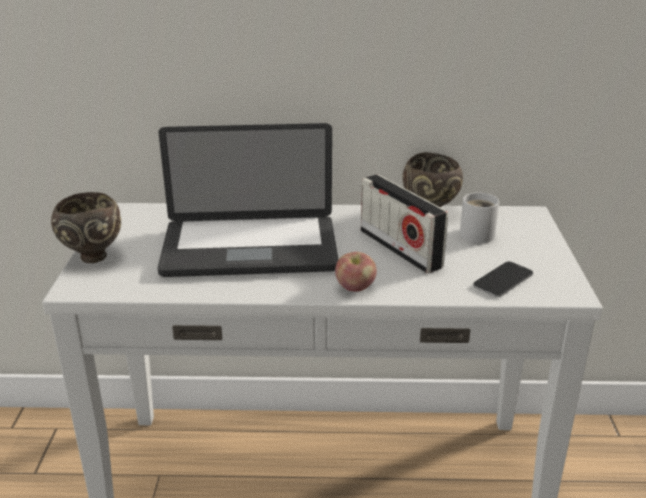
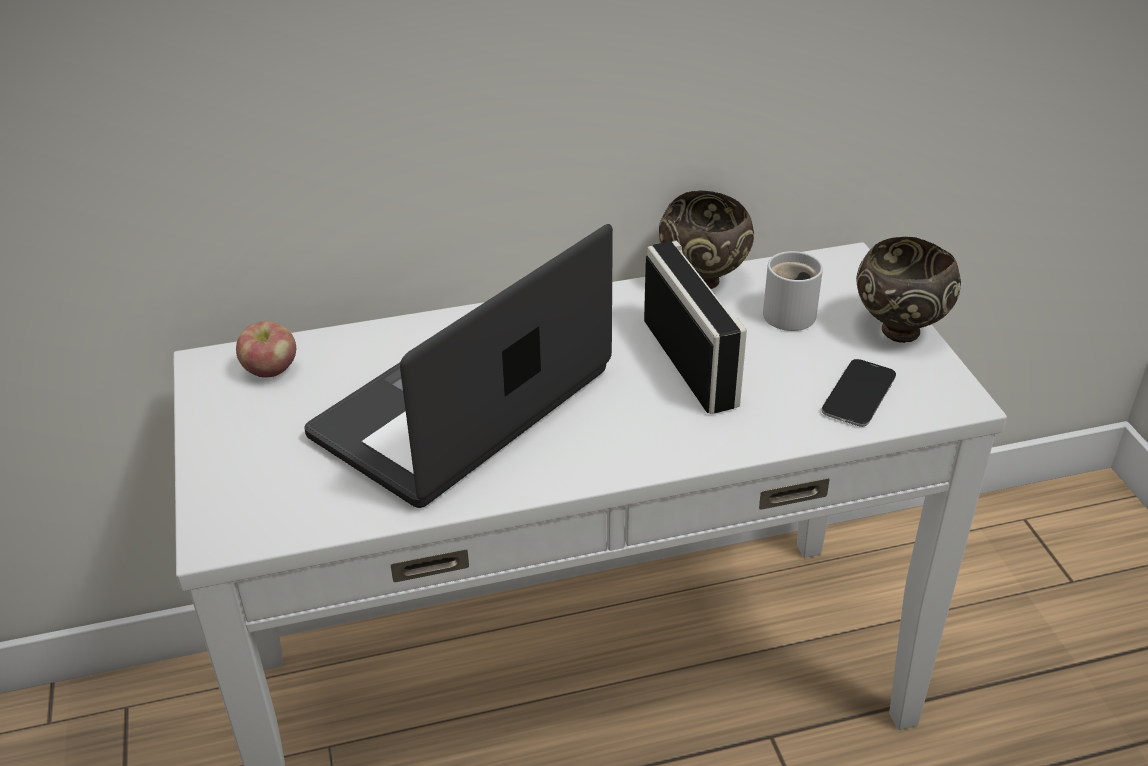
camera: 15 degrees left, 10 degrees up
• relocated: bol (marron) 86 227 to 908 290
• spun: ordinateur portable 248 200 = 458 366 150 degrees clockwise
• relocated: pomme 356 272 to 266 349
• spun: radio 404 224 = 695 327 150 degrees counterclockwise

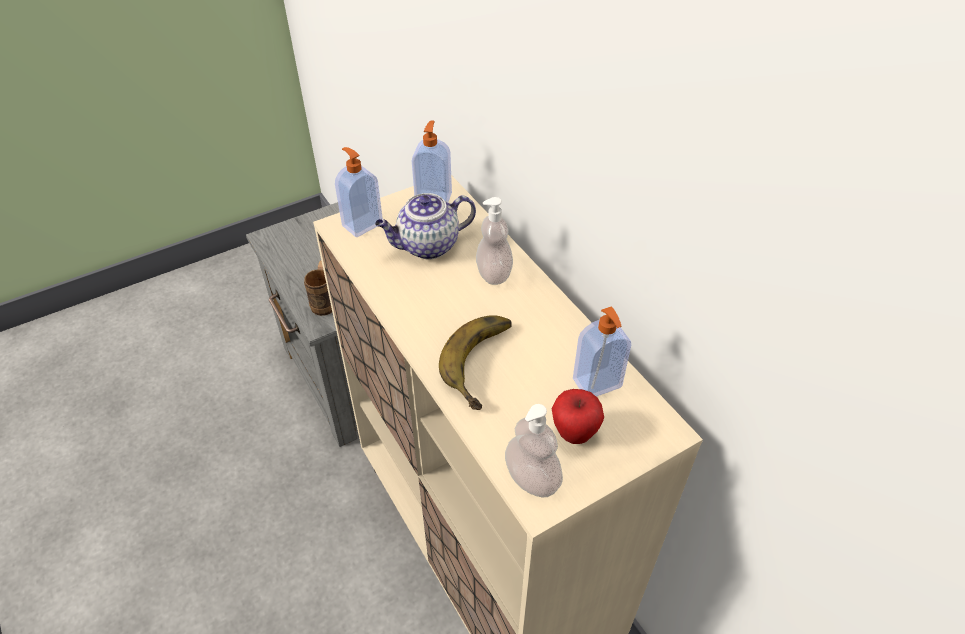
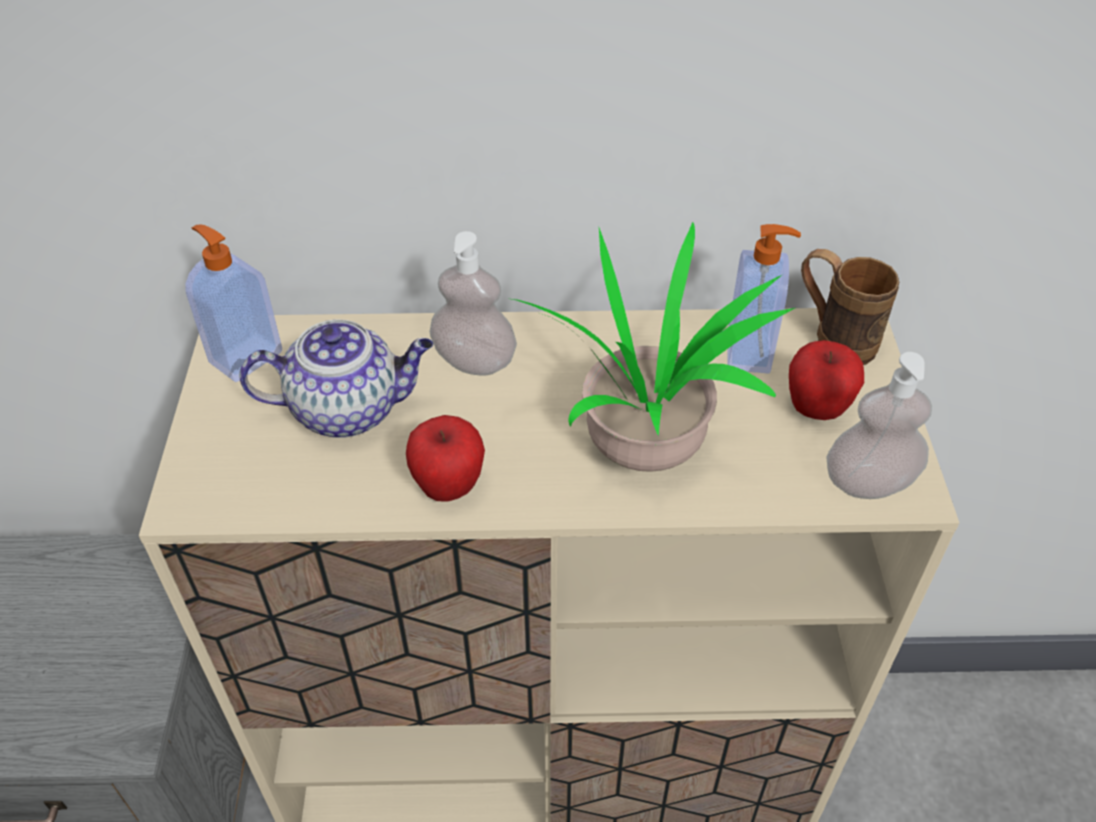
camera: 60 degrees left, 0 degrees up
• relocated: mug (marron) 318 288 to 850 307
• missing: distributeur de savon 359 192
• spun: théière 425 226 = 336 379 105 degrees counterclockwise
• exchanged: banane 475 362 to plante en pot 653 347
• appeared: pomme 445 458

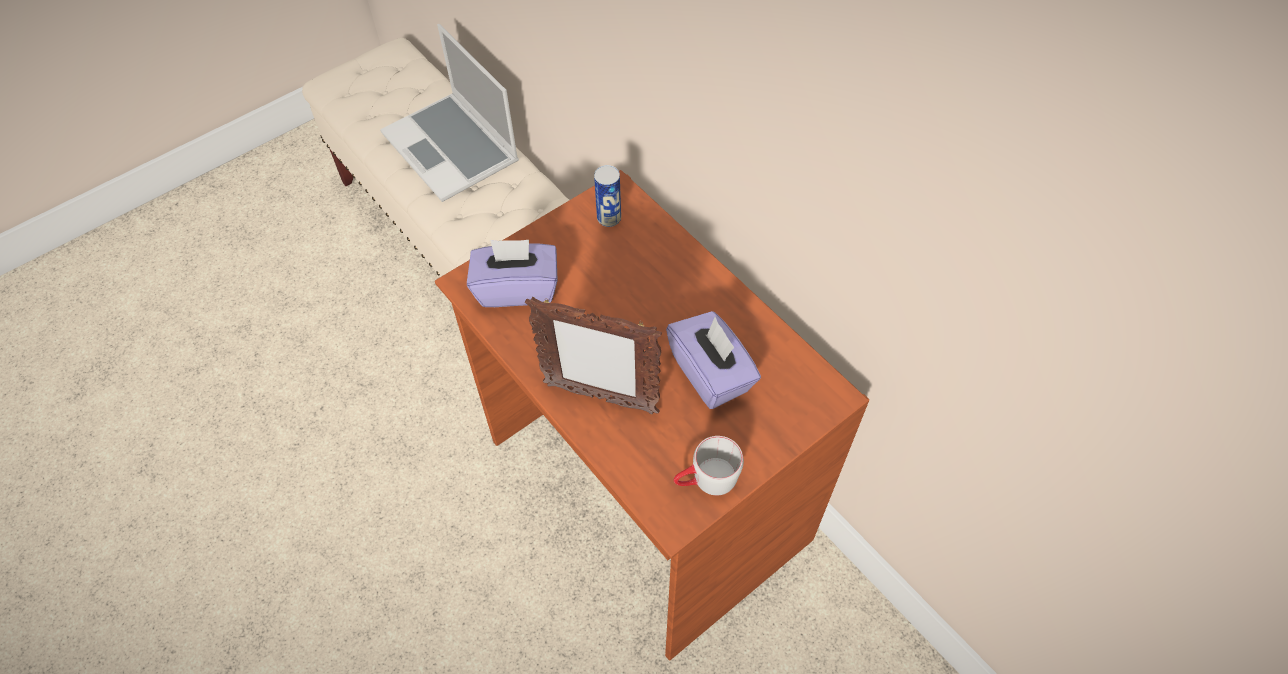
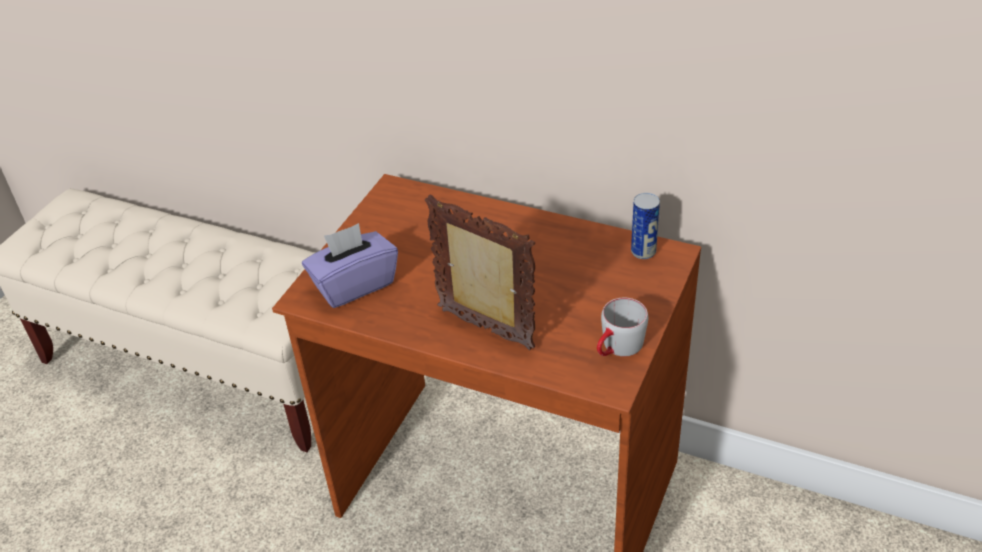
camera: 25 degrees left, 15 degrees down
• missing: ordinateur portable 449 113
• spun: cadre photo 593 356 = 480 272 135 degrees counterclockwise
• relocated: boîte métallique 607 196 to 645 226
• missing: boîte à mouchoirs (violet) 713 360

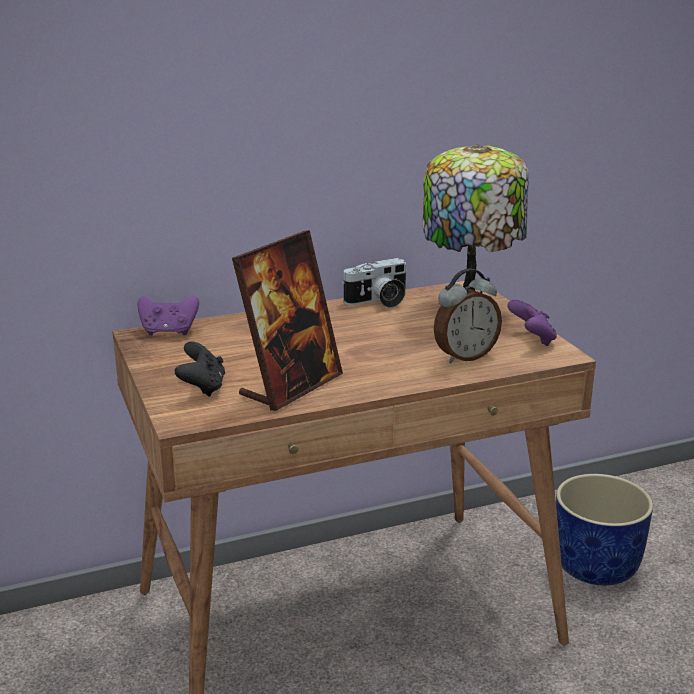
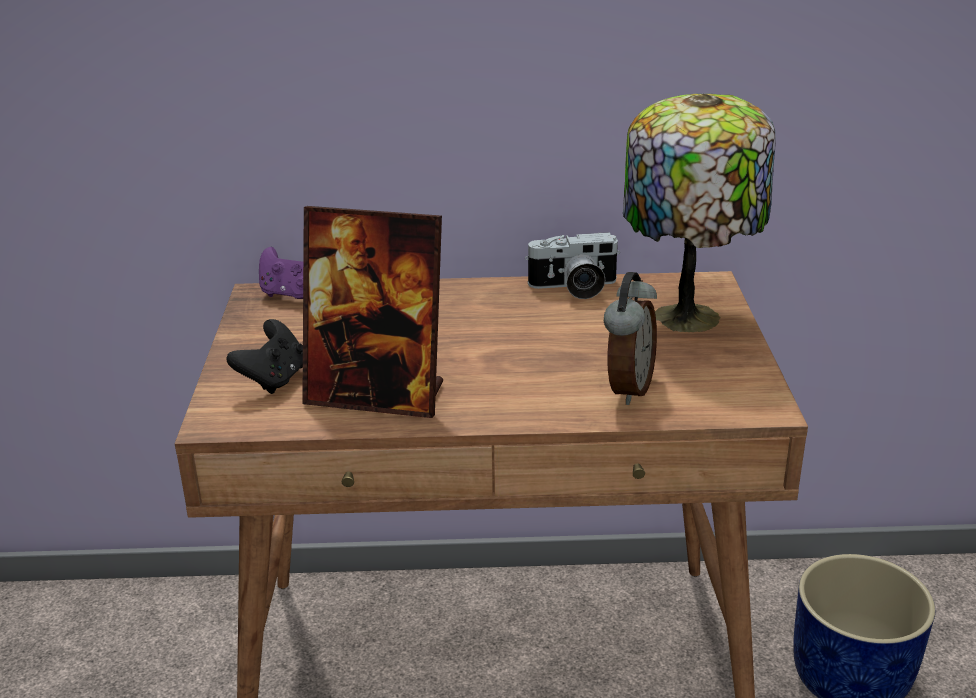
camera: 20 degrees right, 5 degrees up
• spun: cadre photo 287 320 = 372 312 45 degrees clockwise
• spun: réveil 468 315 = 630 338 60 degrees counterclockwise
• missing: manette (violet) 532 322

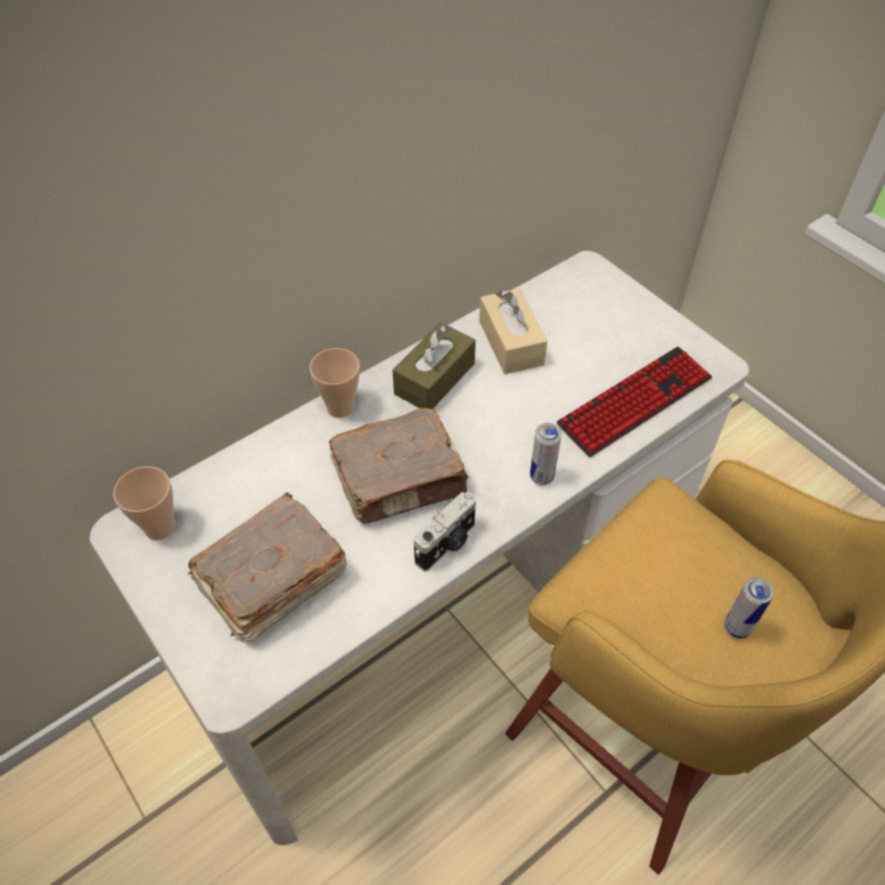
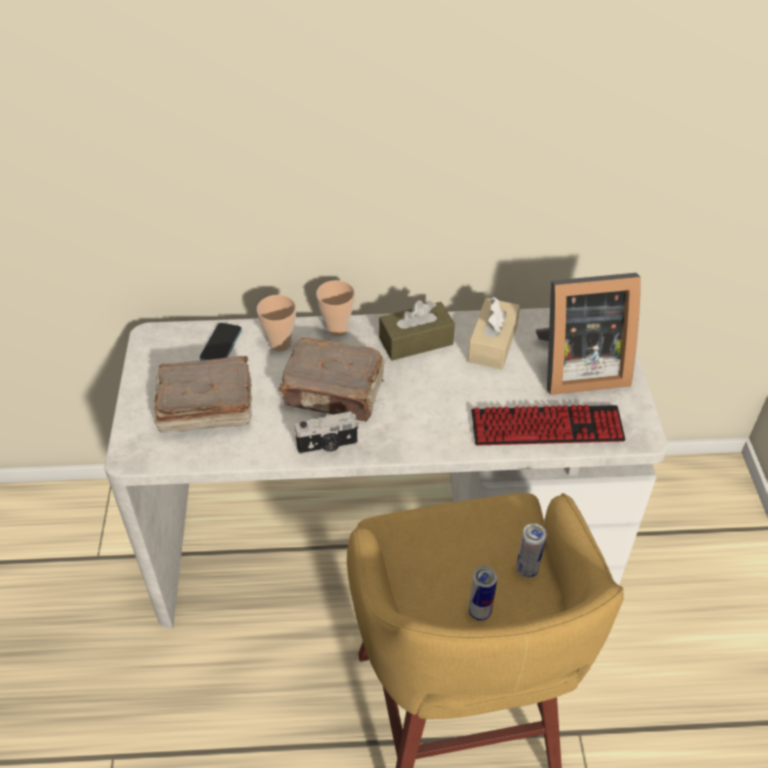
camera: 35 degrees right, 5 degrees down
• relocated: tasse 144 503 to 276 323
• relocated: boîte métallique 546 454 to 531 550
• appeared: téléphone 221 342
• appeared: cadre photo 588 334

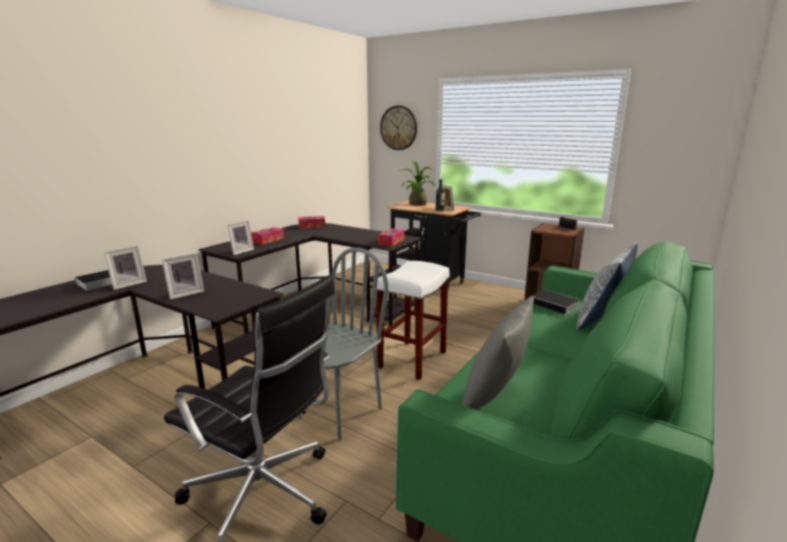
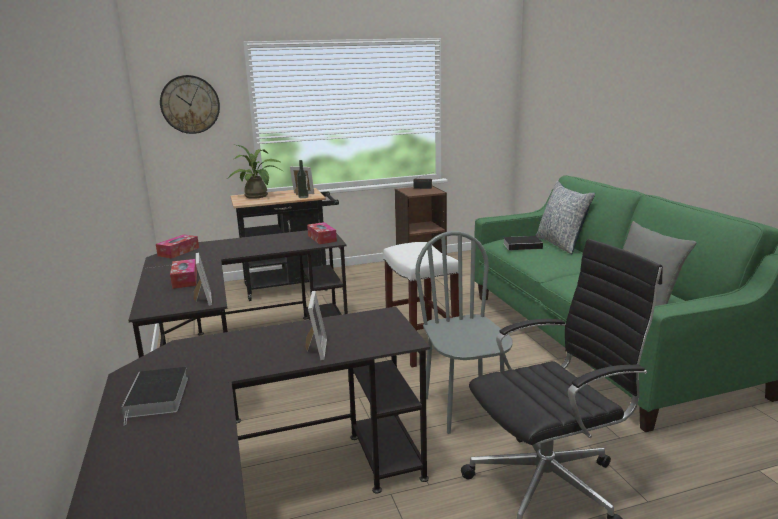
camera: 50 degrees left, 0 degrees up
• missing: cadre photo 125 267

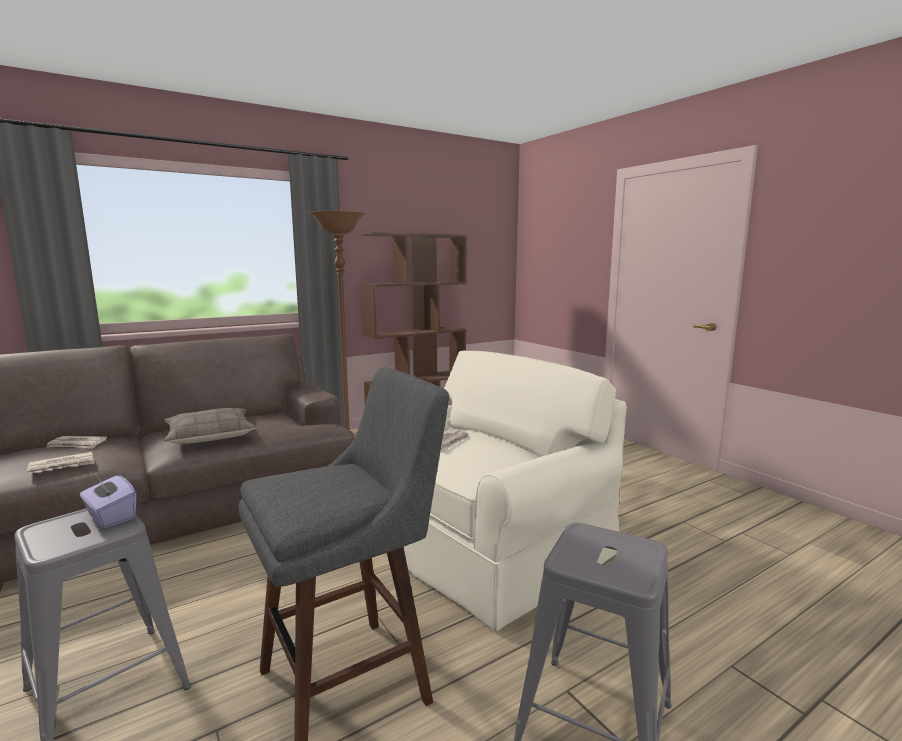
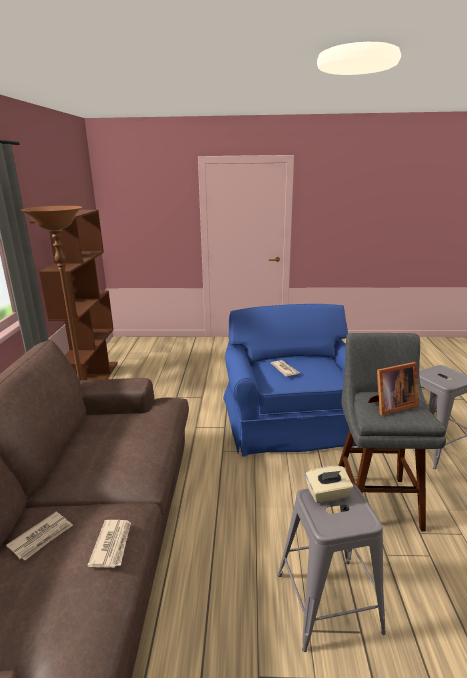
camera: 55 degrees left, 10 degrees up
• colour: boîte à mouchoirs (violet) 108 501 to boîte à mouchoirs (beige) 329 484
• missing: coussin 210 426
• colour: fauteuil (beige) 515 491 to fauteuil (bleu) 290 380
• appeared: cadre photo 393 388

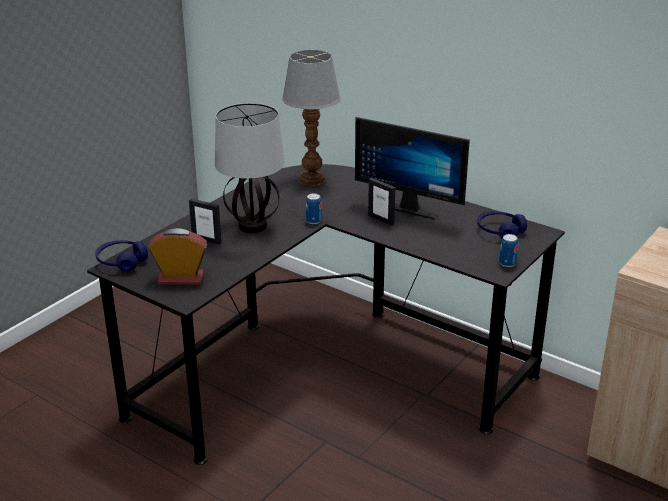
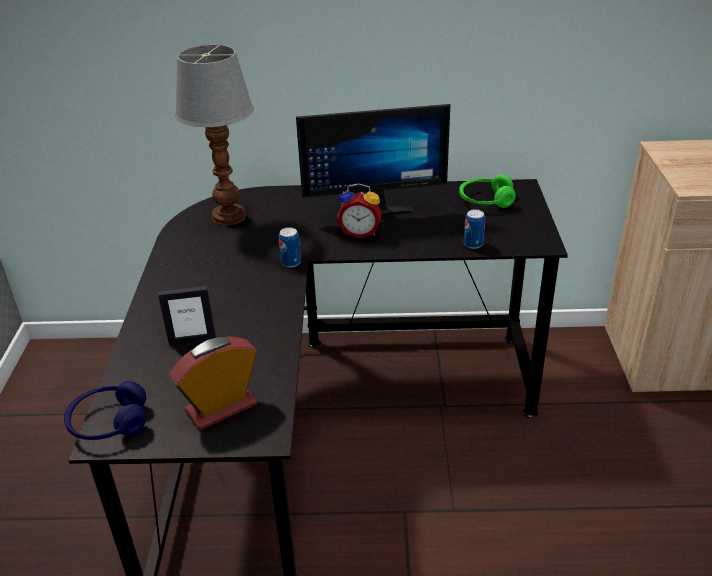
camera: 35 degrees left, 5 degrees up
• missing: lampe de table 249 168
• exchanged: cadre photo 382 202 to réveil 359 211
• colour: casque audio (bleu) 502 225 to casque audio (vert) 487 191
• relocated: boîte métallique 508 250 to 474 229

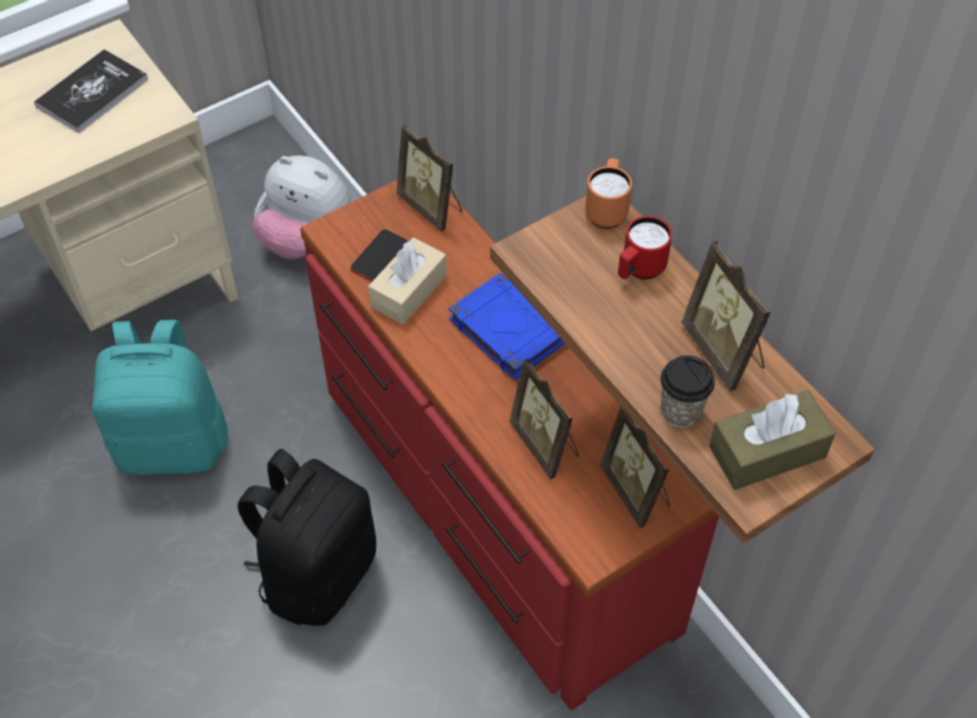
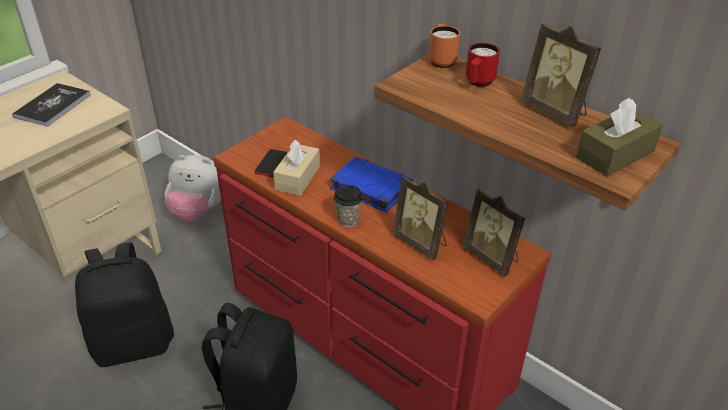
camera: 15 degrees left, 15 degrees down
• colour: sac à dos (turquoise) 160 397 to sac à dos (noir) 124 304
• missing: cadre photo 429 178
• relocated: tasse 687 391 to 348 206

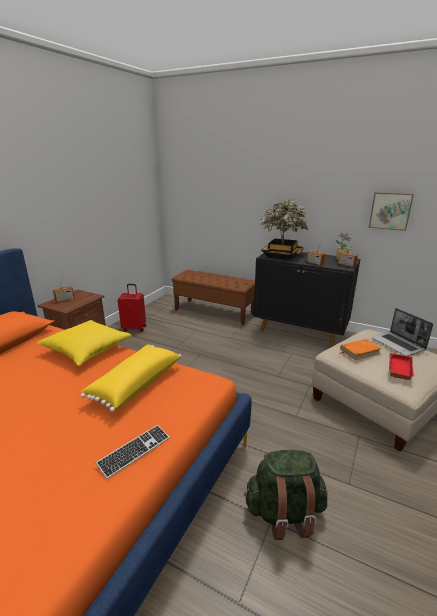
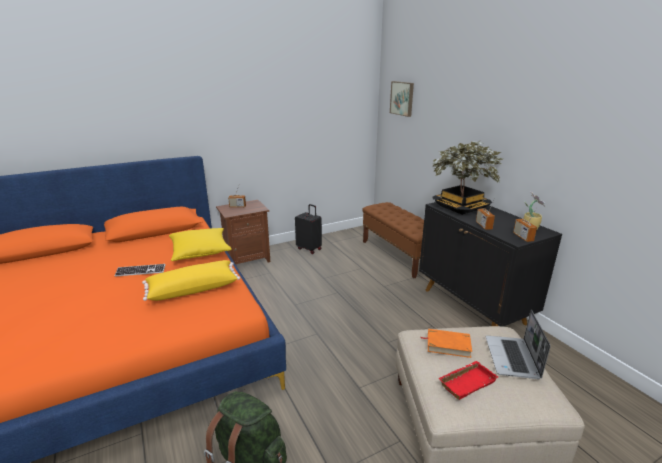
camera: 35 degrees right, 0 degrees up
• relocated: clavier 133 452 to 140 270
• colour: valise (rouge) 132 308 to valise (noir) 308 229
• relocated: tableau 391 211 to 402 99

